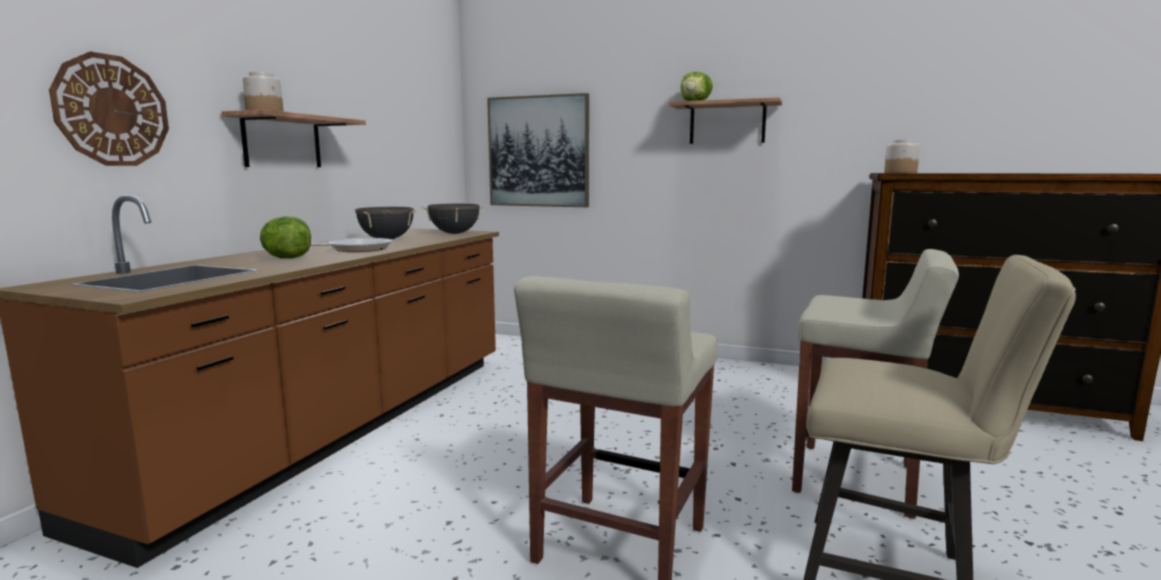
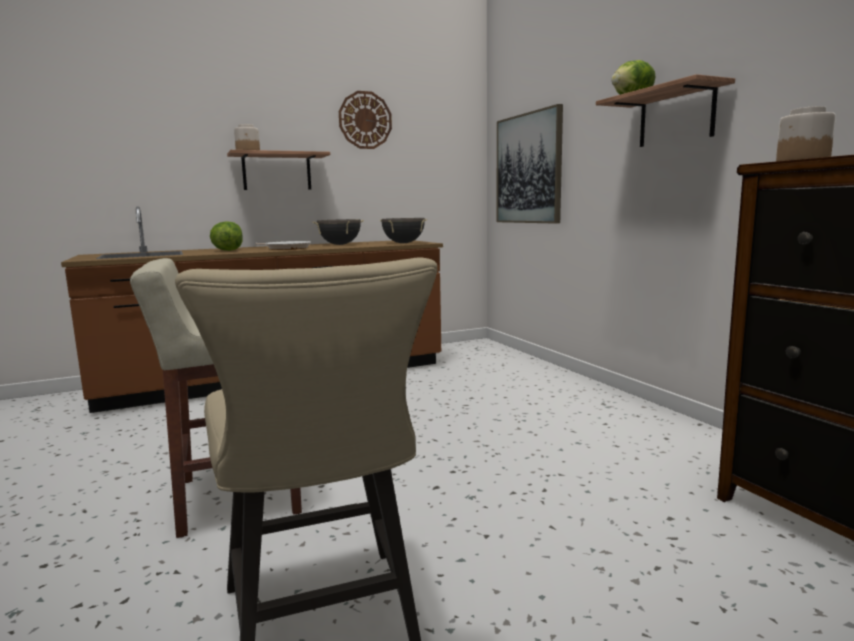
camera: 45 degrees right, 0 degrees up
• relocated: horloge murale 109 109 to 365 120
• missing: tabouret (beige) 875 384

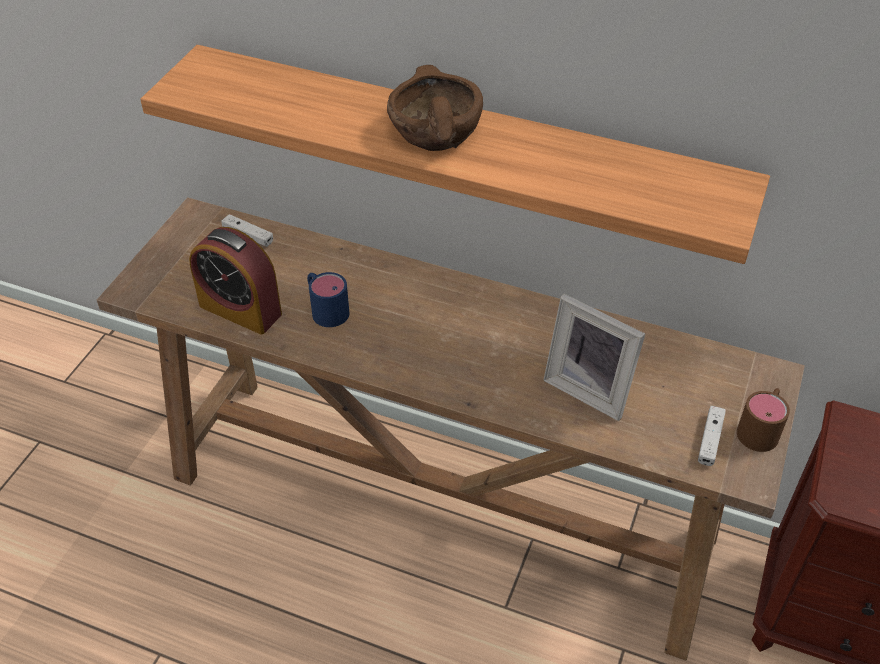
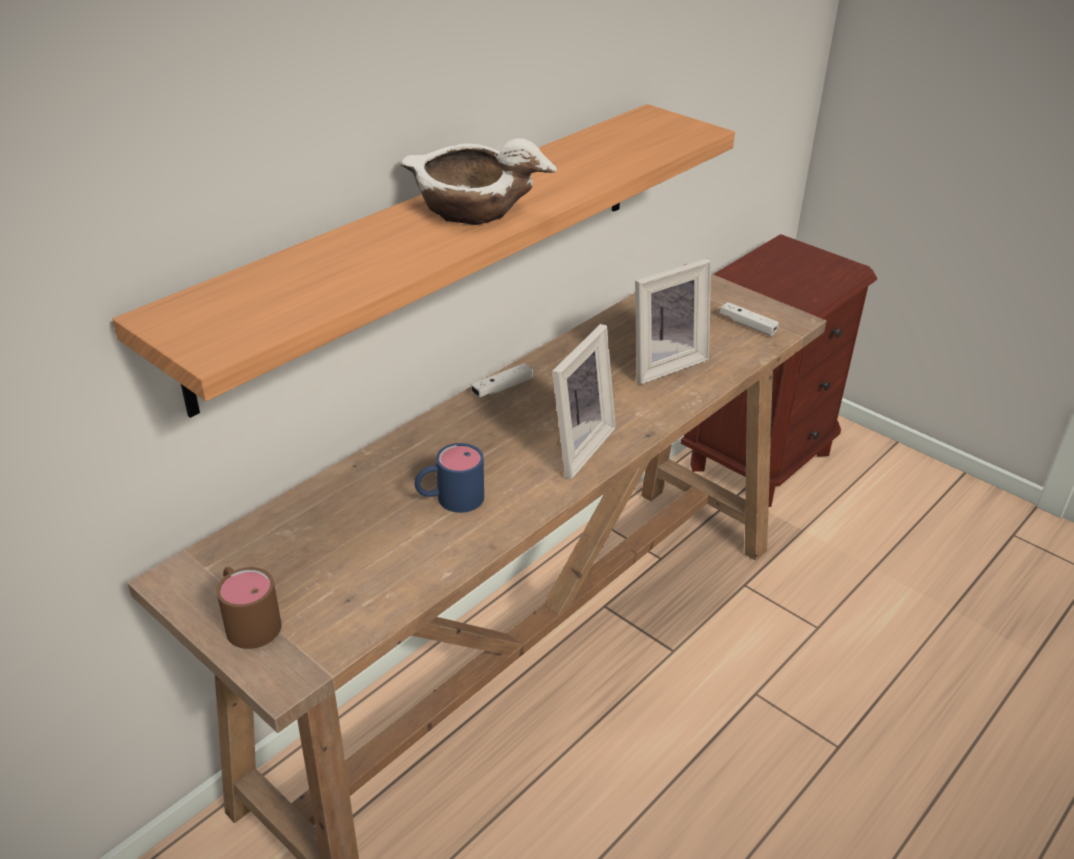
camera: 70 degrees left, 10 degrees down
• missing: réveil 235 281
• relocated: manette (blanc) 247 230 to 502 380
• colour: bol (marron) 435 108 to bol (blanc) 479 181
• relocated: mug (marron) 763 420 to 248 608
• appeared: cadre photo 584 401

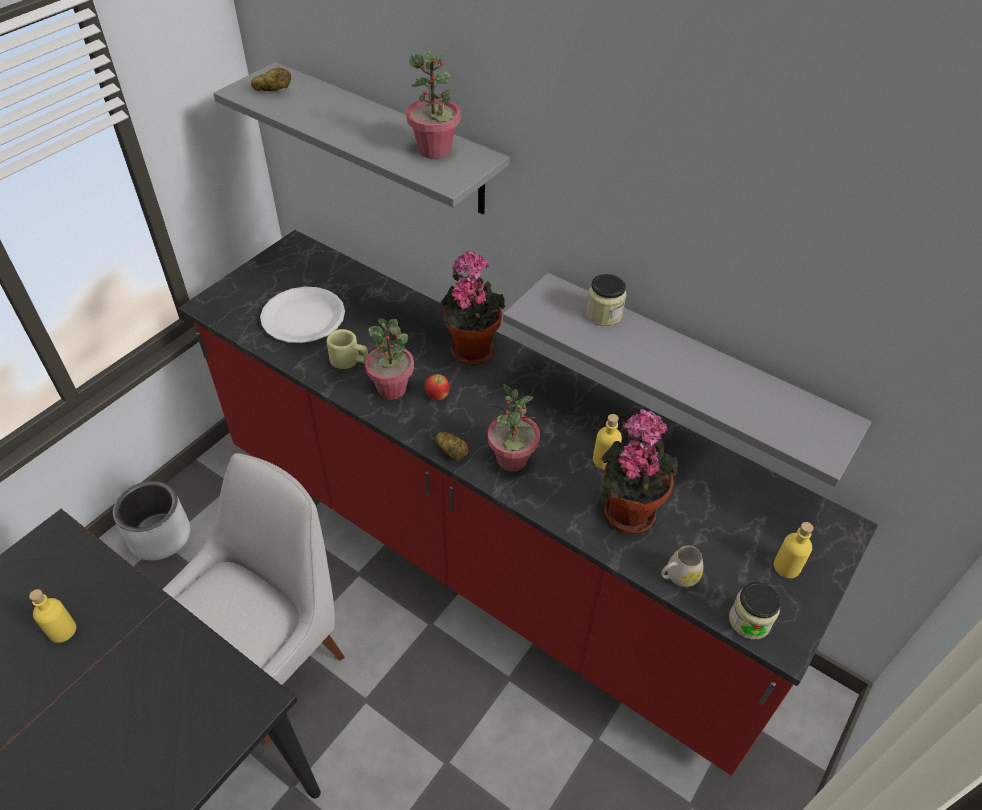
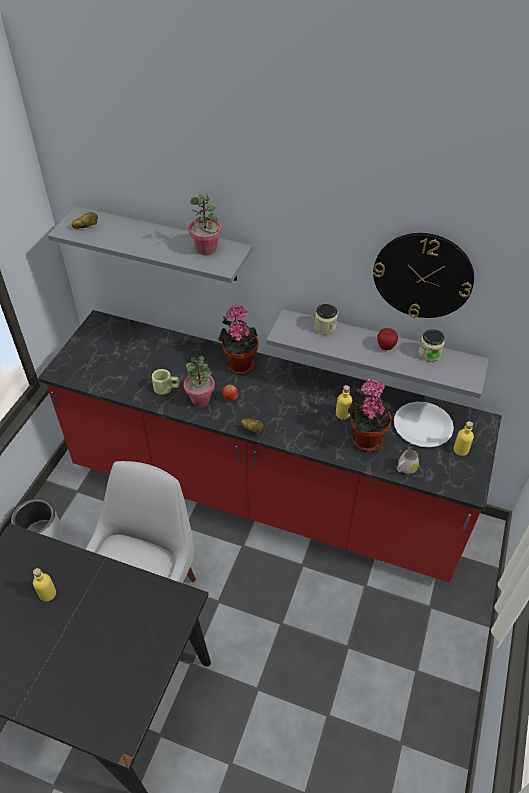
camera: 15 degrees left, 0 degrees up
• relocated: assiette (blanc) 302 315 to 424 425
• missing: plante en pot 514 427
• relocated: bocal 755 610 to 431 345
• appeared: horloge murale 423 275
• appeared: pomme 387 339

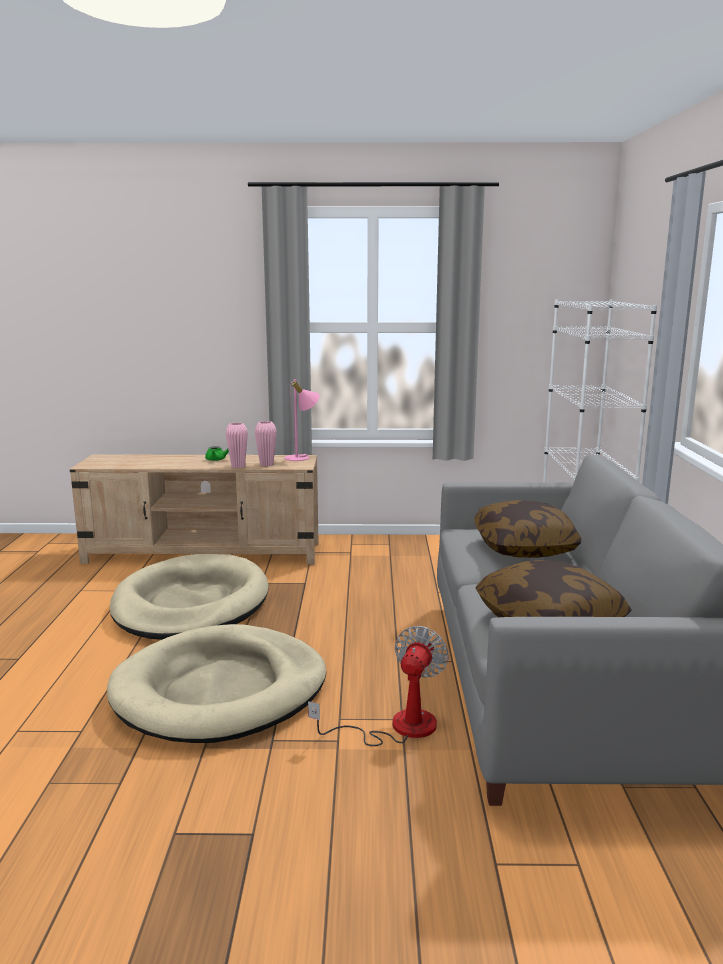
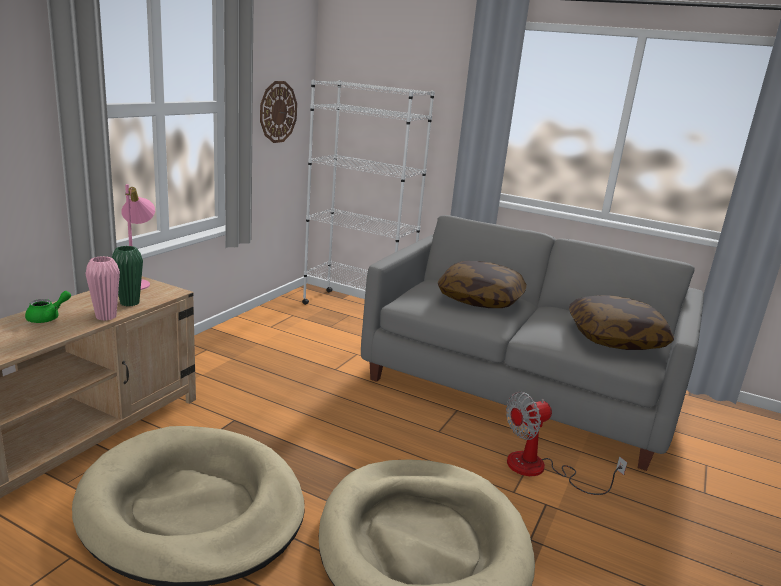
camera: 65 degrees left, 5 degrees up
• colour: vase (rose) 266 443 to vase (vert) 127 276
• spun: ventilateur 378 686 = 566 443 75 degrees counterclockwise
• appeared: horloge murale 278 112

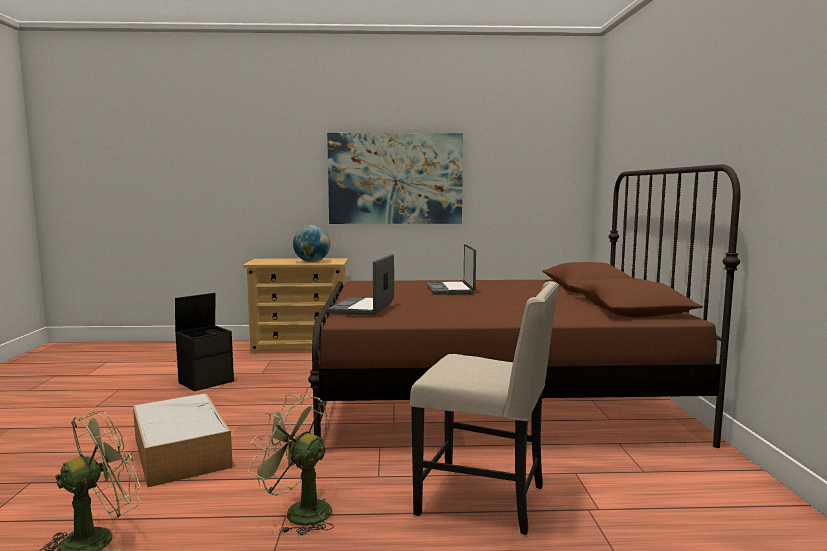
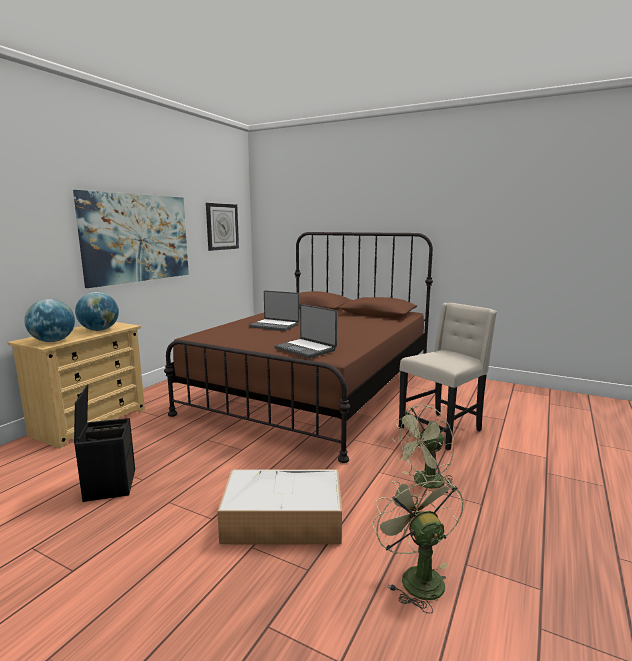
camera: 60 degrees left, 5 degrees up
• appeared: globe 49 320
• appeared: horloge murale 222 227

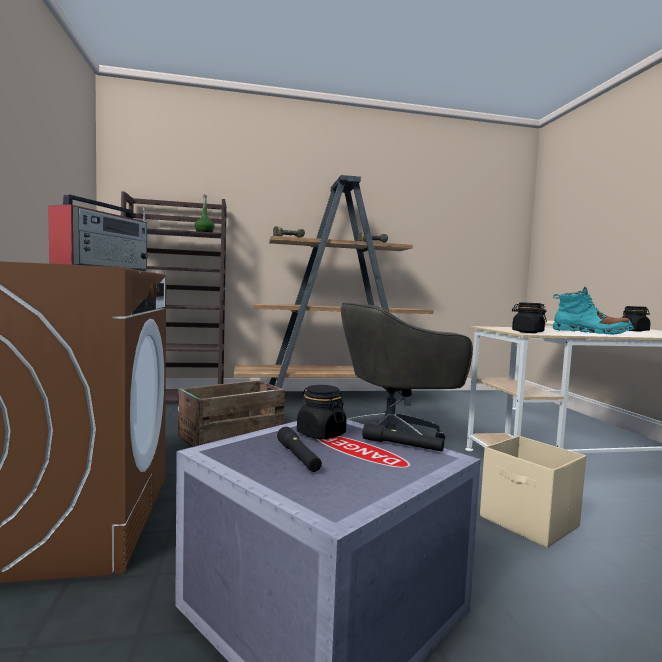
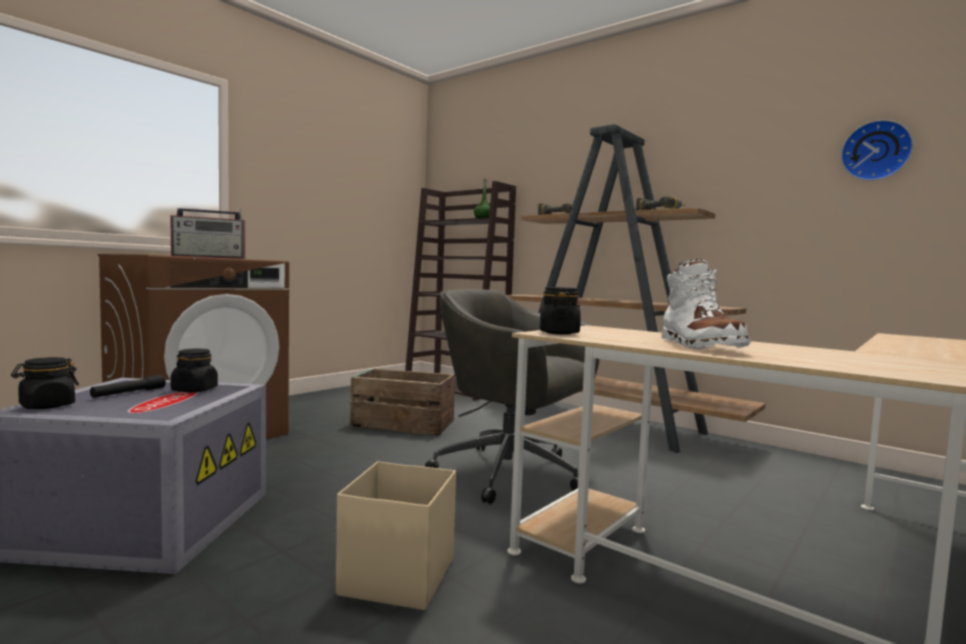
camera: 50 degrees right, 0 degrees up
• missing: lampe de poche (noir) 403 437
• colour: botte (turquoise) 593 310 to botte (blanc) 706 304
• relocated: bocal (noir) 636 319 to 45 383
• appeared: horloge murale 877 150

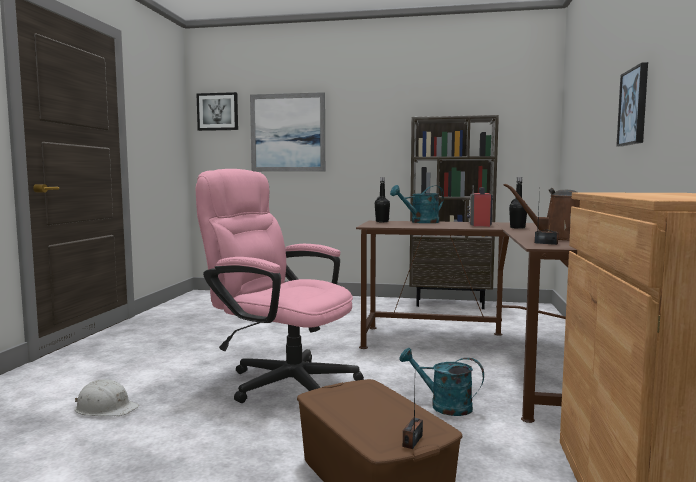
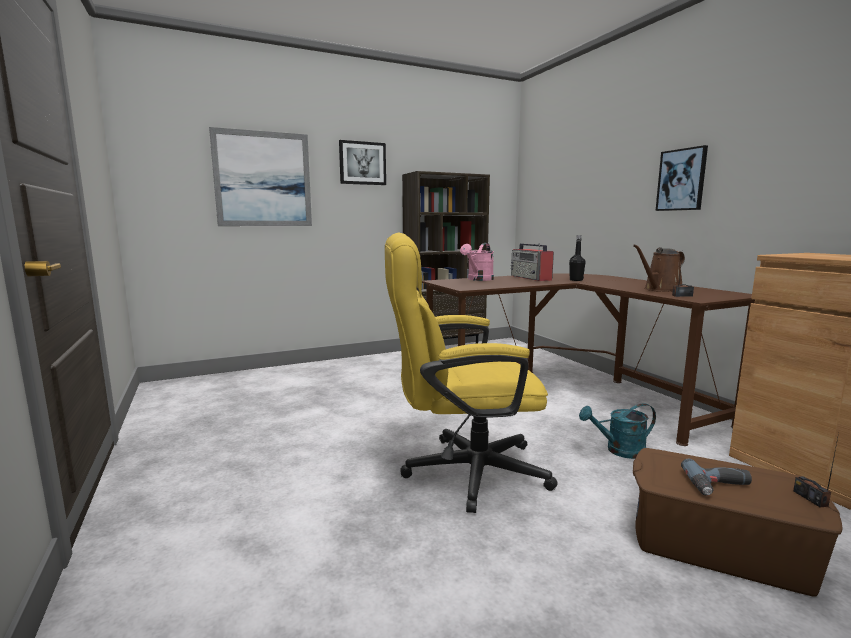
camera: 35 degrees left, 5 degrees up
• missing: casque de chantier (blanc) 107 397
• colour: chaise de bureau (rose) 280 286 to chaise de bureau (jaune) 471 372
• relocated: tableau 217 111 to 362 162
• missing: bouteille (noir) 382 199
• colour: arrosoir (turquoise) 417 204 to arrosoir (rose) 477 262
• appeared: perceuse 716 477

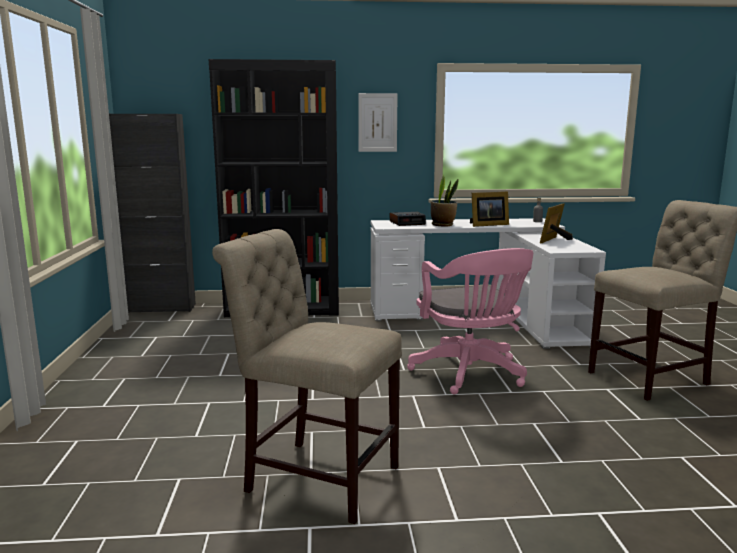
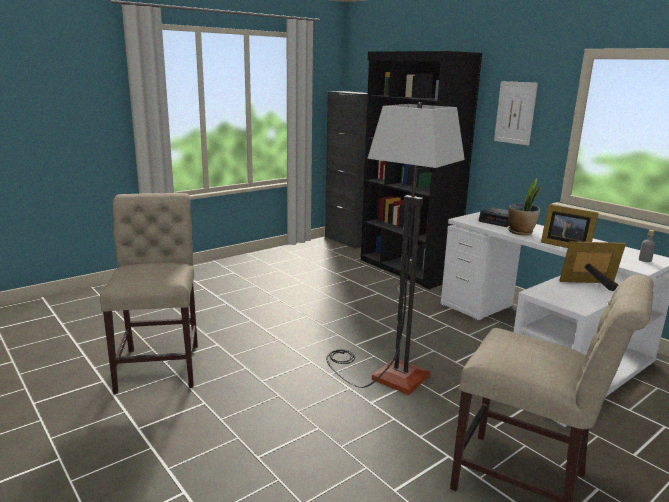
camera: 55 degrees right, 5 degrees up
• exchanged: chaise de bureau (rose) 470 321 to lampadaire 395 248

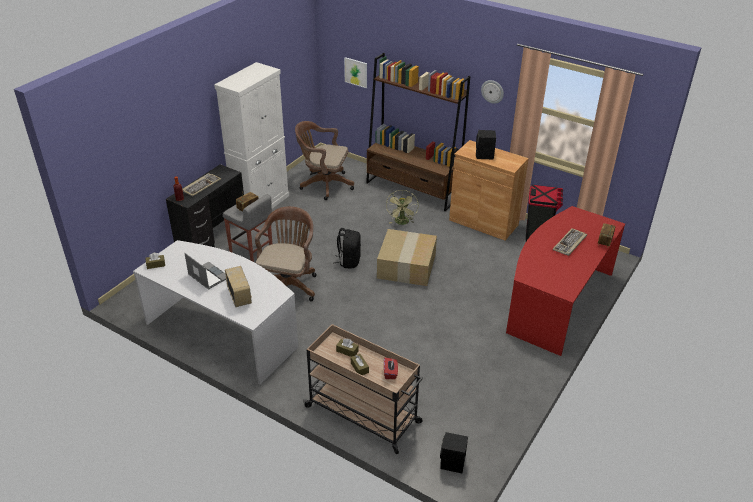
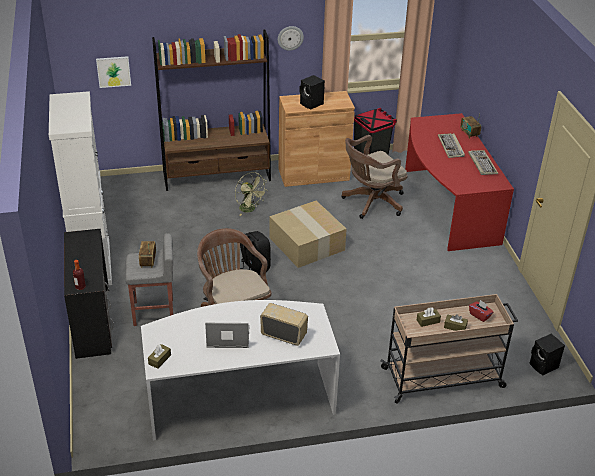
camera: 45 degrees left, 0 degrees up
• relocated: clavier 201 185 to 483 162
• relocated: chaise de bureau (marron) 324 160 to 374 177

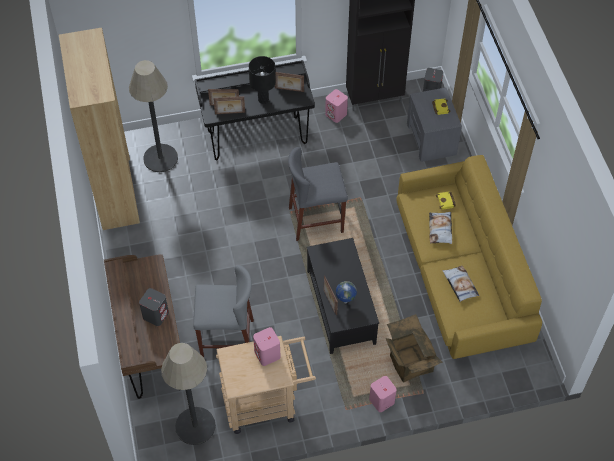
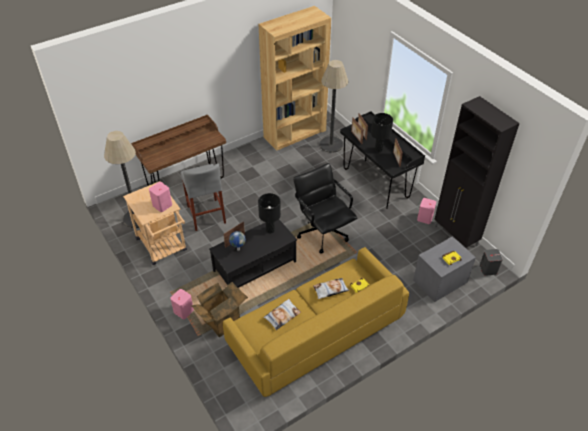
camera: 70 degrees right, 10 degrees down
• missing: enceinte (gris) 154 307
• exchanged: tabouret (gris) 318 194 to chaise de bureau (noir) 325 208
• appeared: lampe de table (noir) 269 213

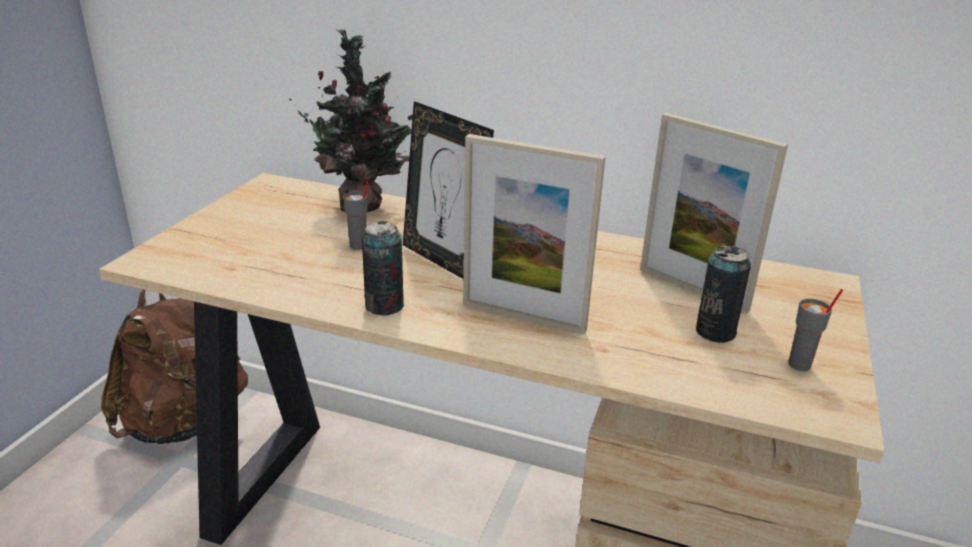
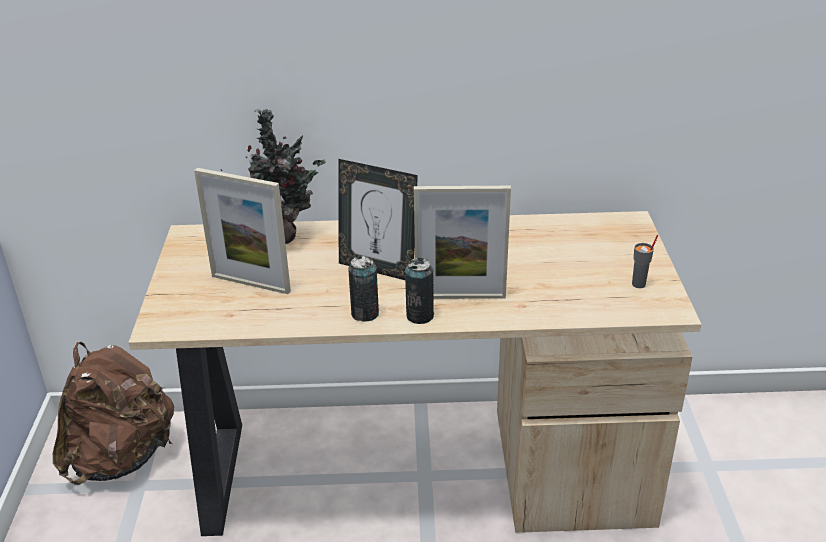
camera: 20 degrees left, 5 degrees up
• missing: tasse (gris) 356 215
• relocated: cadre photo 714 213 to 242 231
• relocated: boîte métallique 723 294 to 419 291

